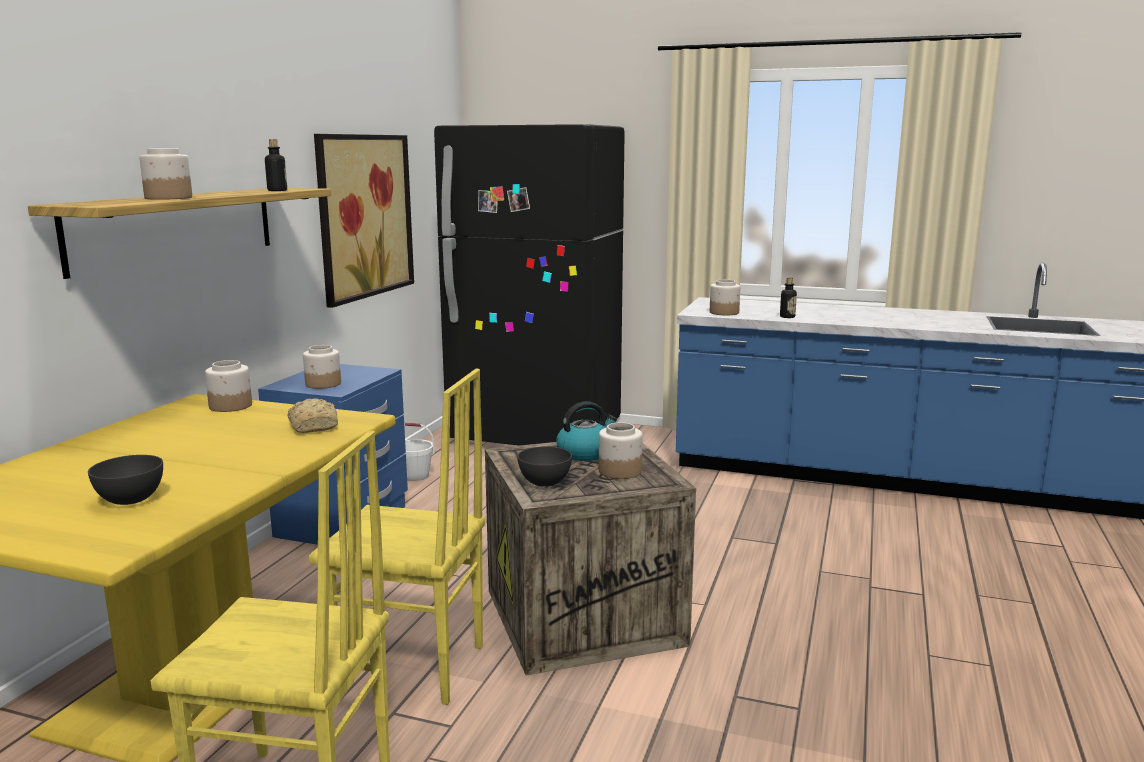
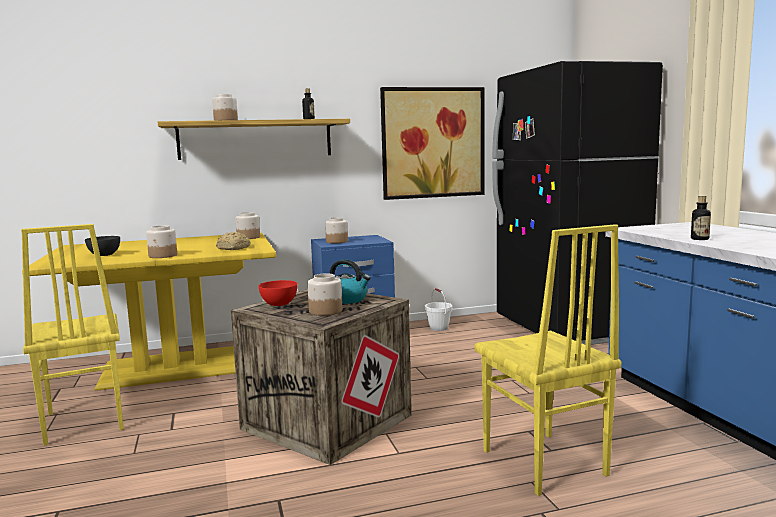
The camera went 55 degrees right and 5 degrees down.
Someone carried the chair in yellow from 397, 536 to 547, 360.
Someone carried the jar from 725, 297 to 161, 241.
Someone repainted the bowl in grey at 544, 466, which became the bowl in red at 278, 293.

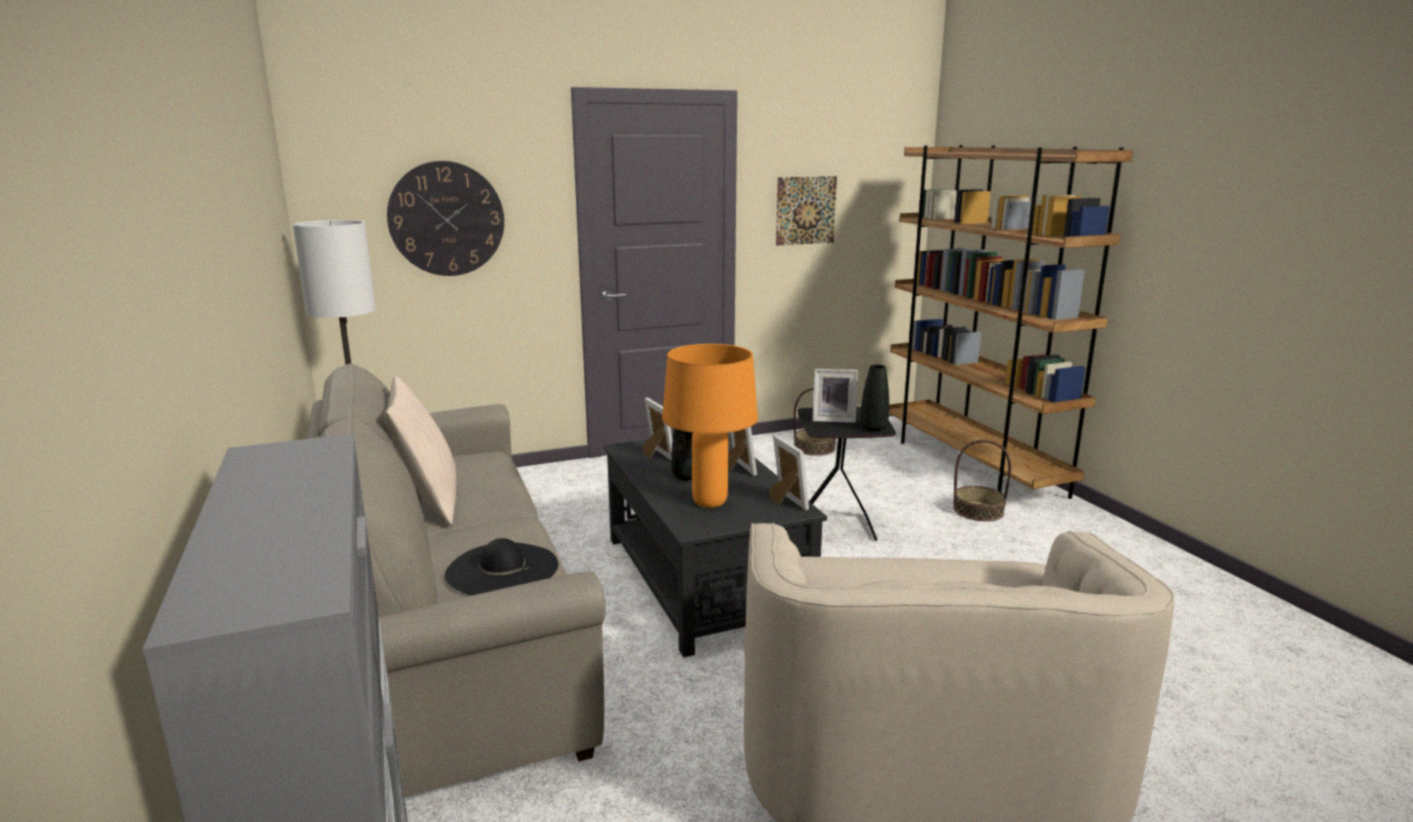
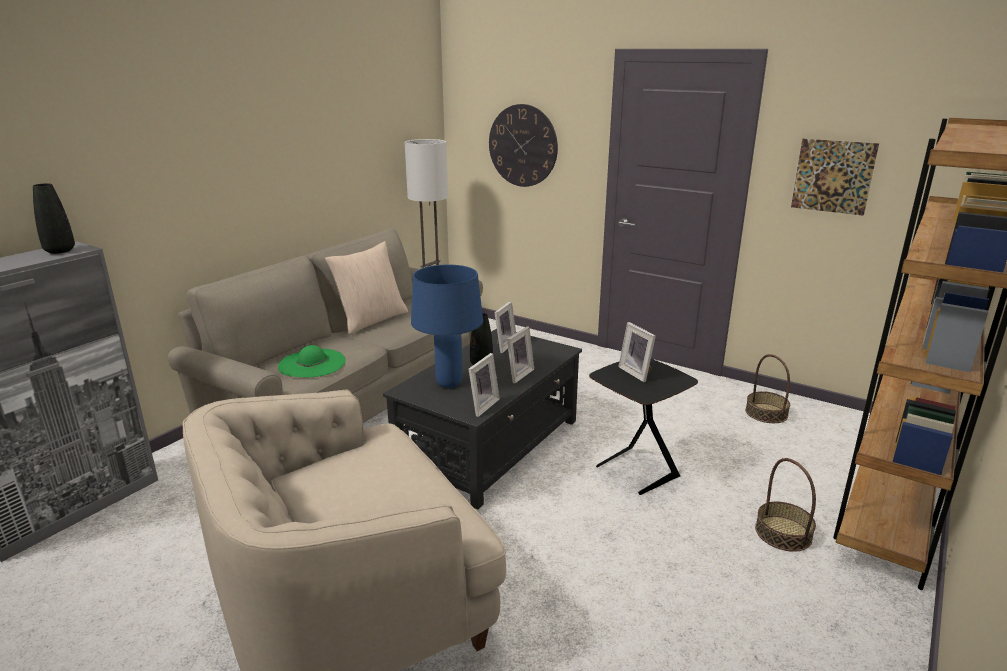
The camera went 55 degrees right and 5 degrees up.
Someone carried the vase in black from 874, 397 to 54, 218.
Someone repainted the hat in black at 501, 566, which became the hat in green at 312, 361.
Someone repainted the table lamp in orange at 710, 426, which became the table lamp in blue at 447, 326.

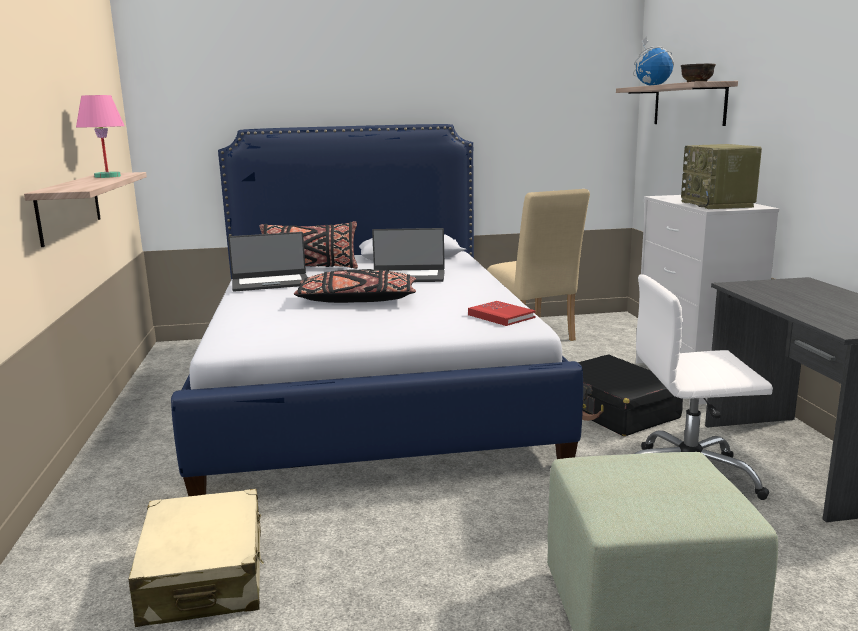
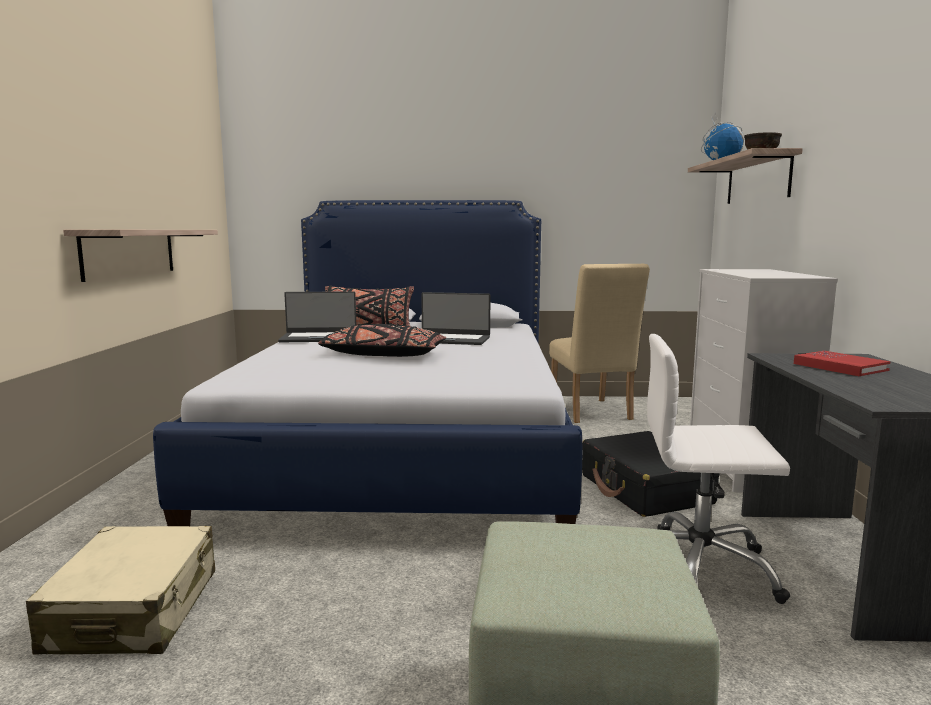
The camera went 10 degrees right and 5 degrees down.
Someone took away the table lamp in pink at 100, 136.
Someone took away the radio at 721, 176.
Someone carried the book in red from 502, 313 to 842, 363.

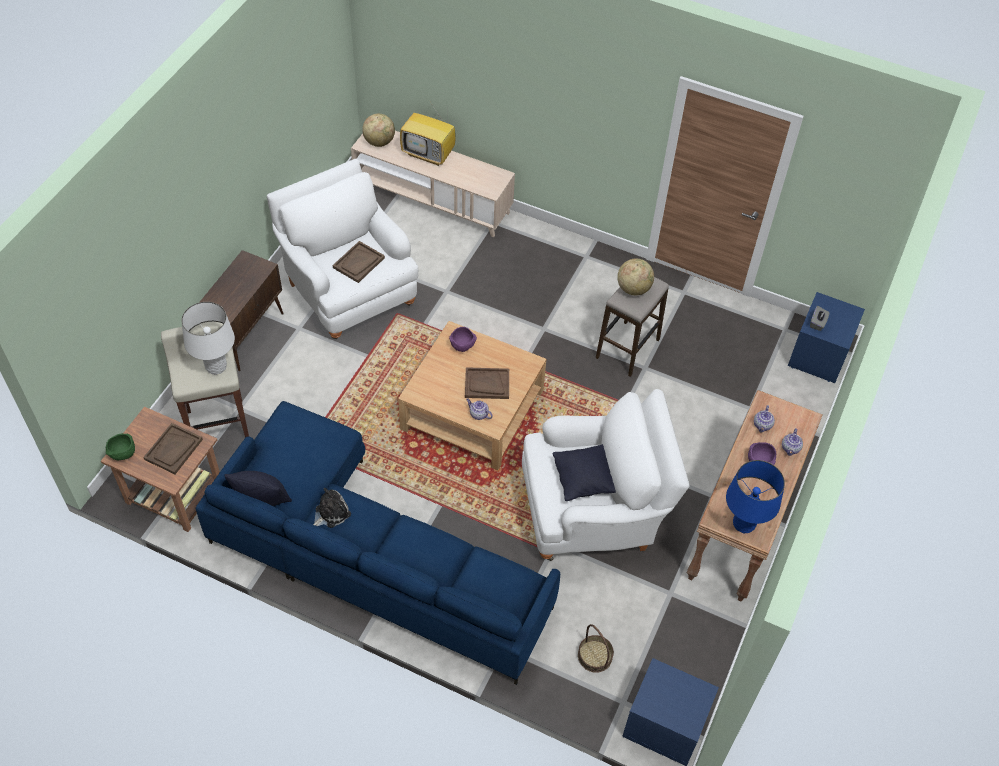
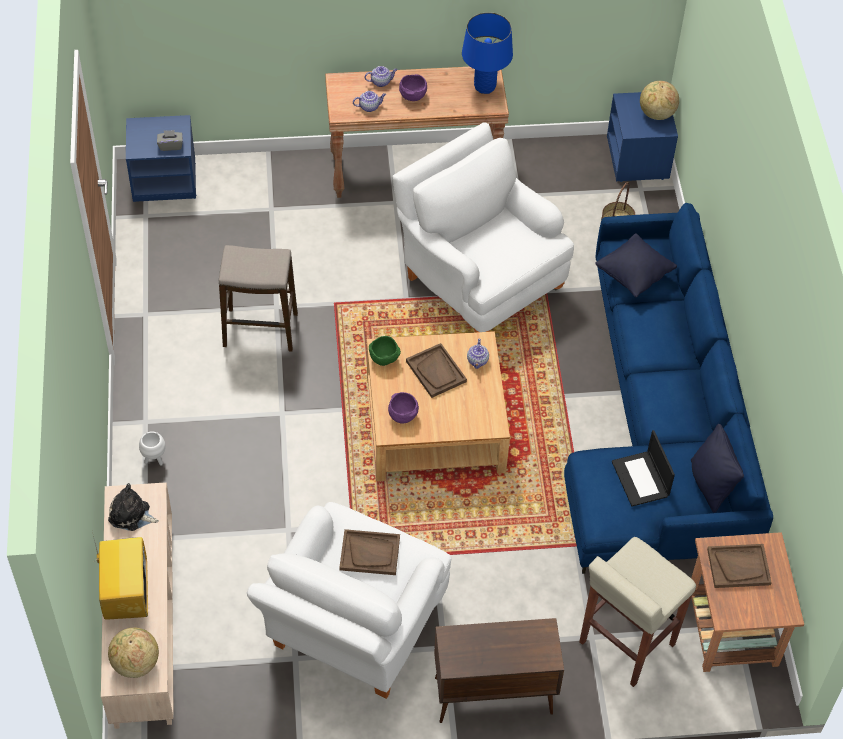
The camera went 120 degrees left and 0 degrees up.
Someone took away the table lamp in white at 208, 338.
Someone put down the planter in white at 152, 448.
Someone put down the laptop at 643, 468.
Someone carried the bowl in green from 120, 446 to 385, 351.
Someone carried the plush toy from 332, 508 to 133, 507.
Someone carried the pillow in black from 584, 472 to 636, 265.
Someone carried the globe from 635, 277 to 659, 100.

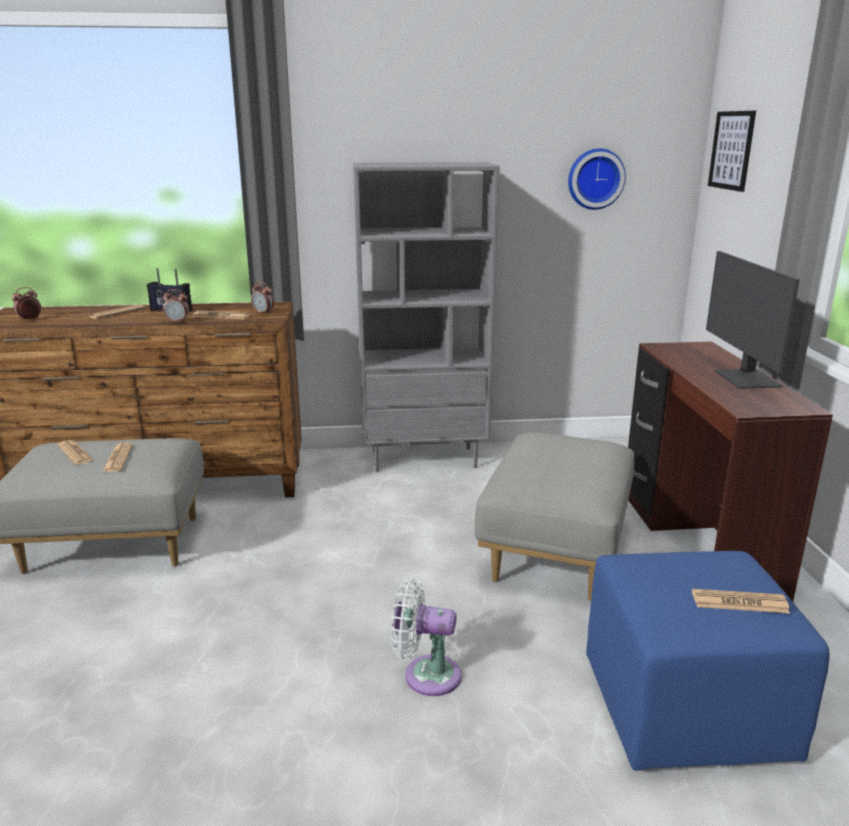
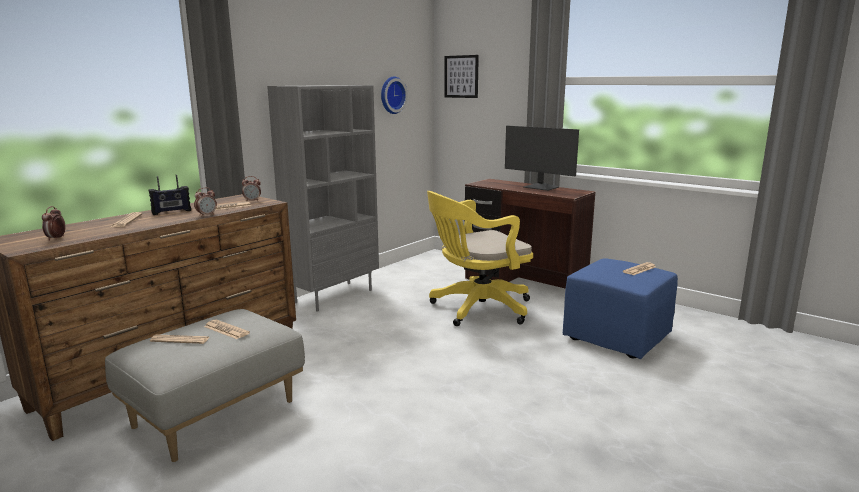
The camera went 45 degrees left and 5 degrees down.
Someone took away the fan in white at 426, 637.
Someone swapped the ottoman in grey at 554, 516 for the office chair in yellow at 480, 258.

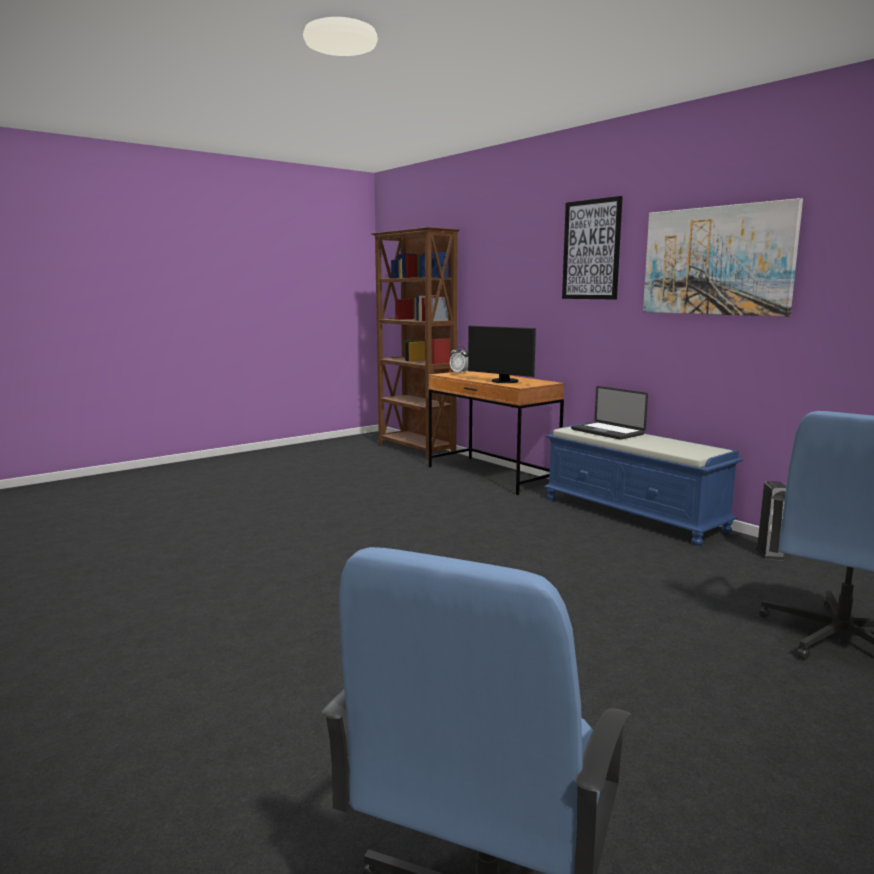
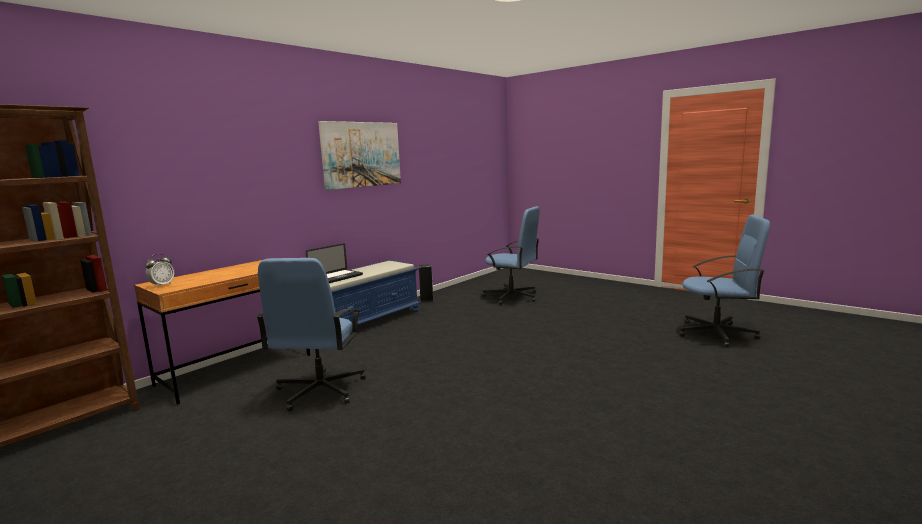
The camera went 100 degrees left and 0 degrees up.
Someone took away the monitor at 502, 354.
Someone took away the picture at 592, 248.
Someone put down the office chair in blue at 311, 334.

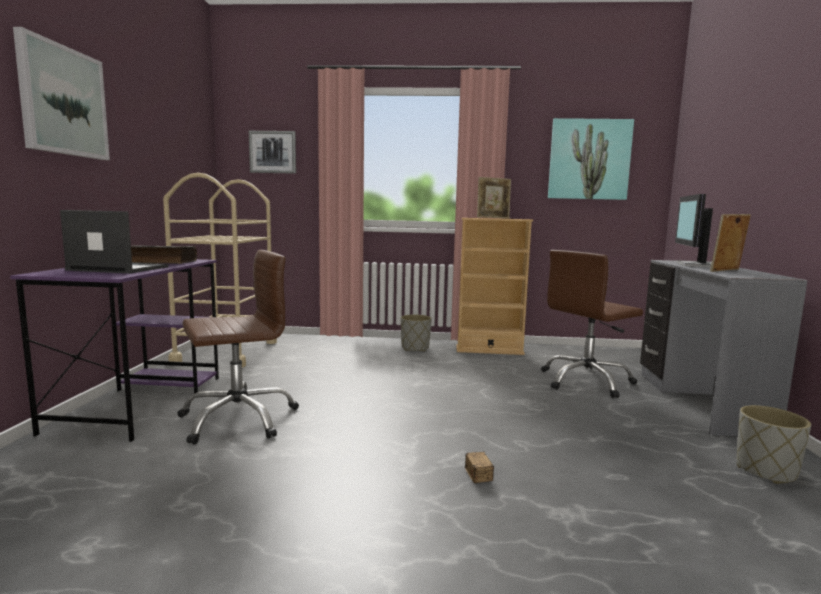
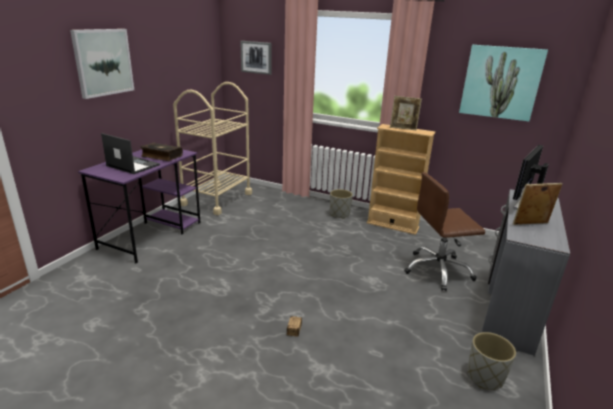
The camera went 20 degrees right and 15 degrees up.
Someone took away the office chair in brown at 238, 347.

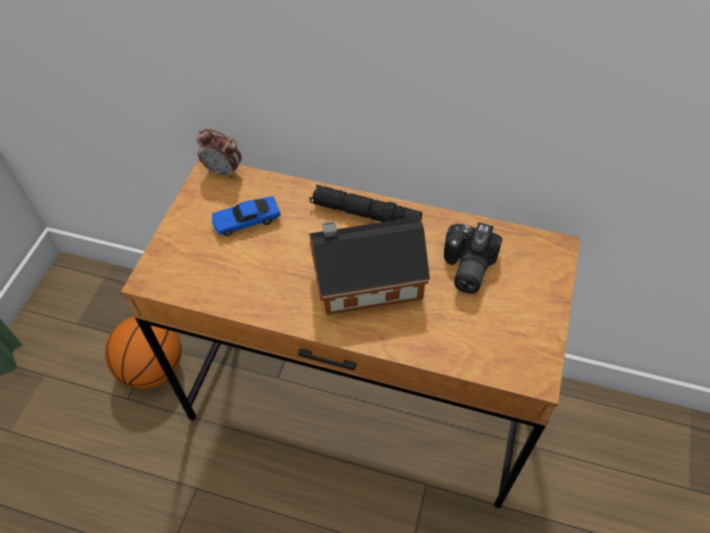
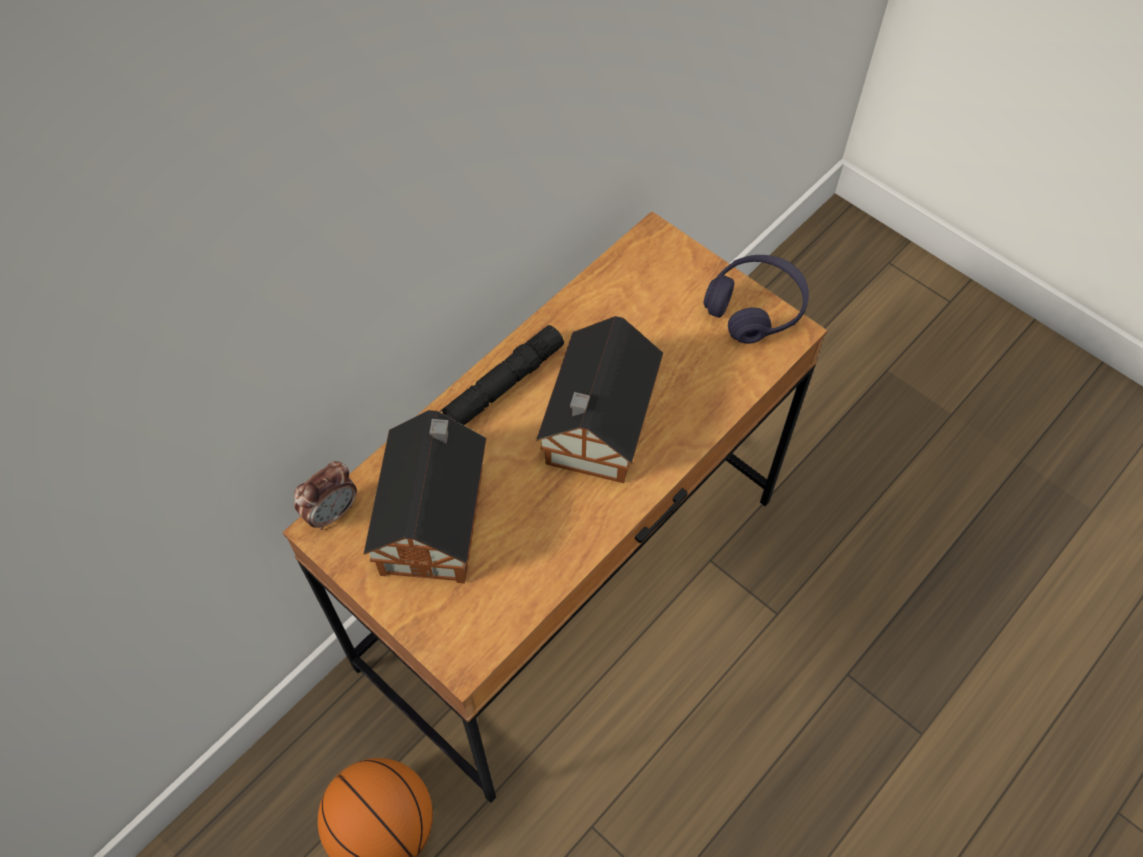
The camera went 65 degrees left and 5 degrees up.
Someone took away the photo camera at 473, 258.
Someone put down the headphones in purple at 756, 299.
Someone swapped the toy car at 246, 216 for the toy house at 425, 497.

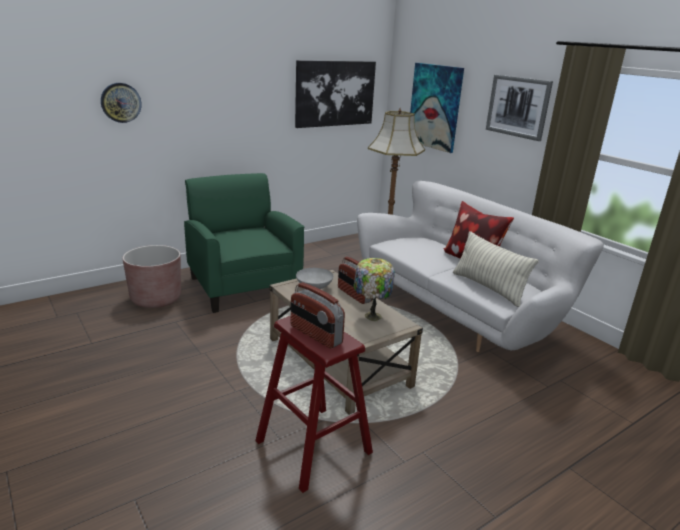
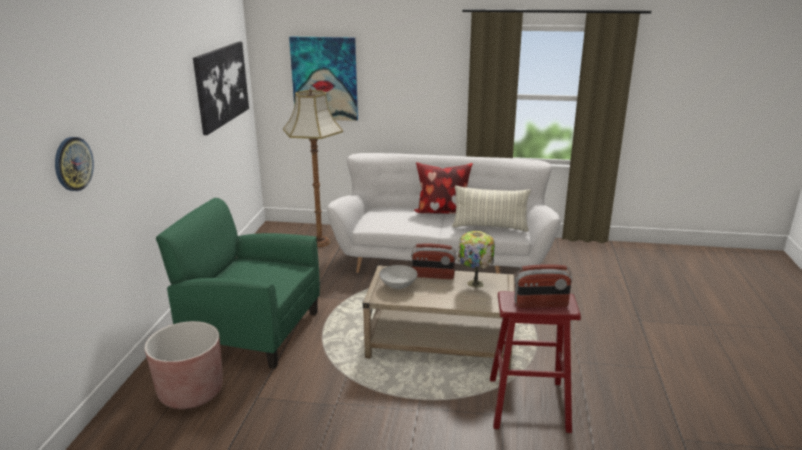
The camera went 45 degrees left and 0 degrees up.
Someone took away the picture at 519, 108.

